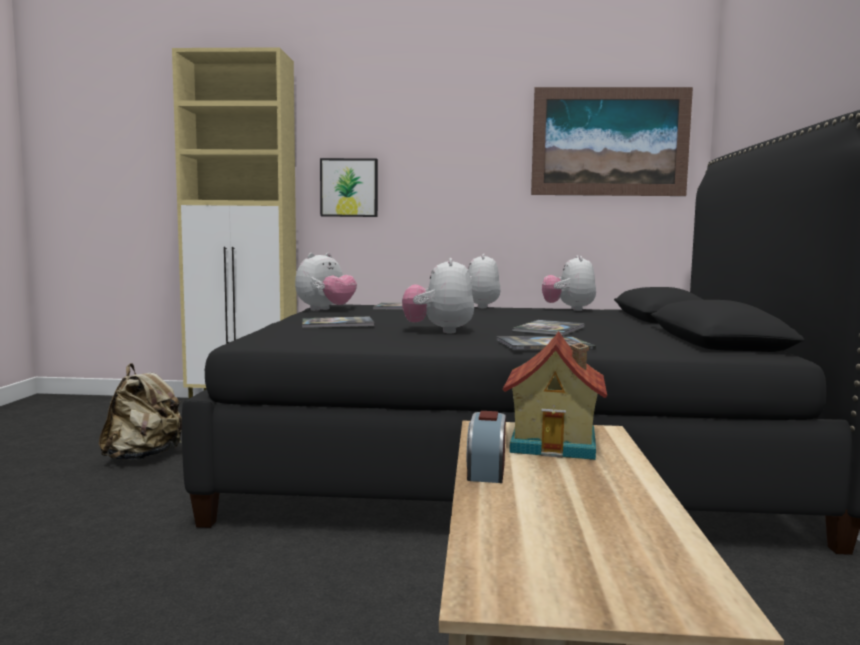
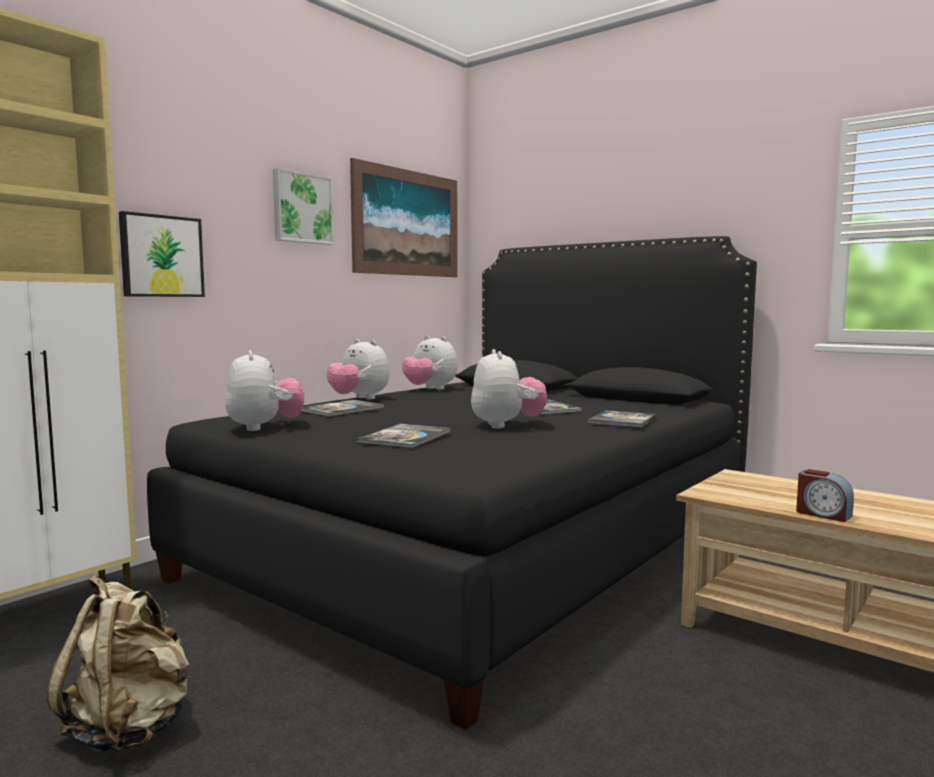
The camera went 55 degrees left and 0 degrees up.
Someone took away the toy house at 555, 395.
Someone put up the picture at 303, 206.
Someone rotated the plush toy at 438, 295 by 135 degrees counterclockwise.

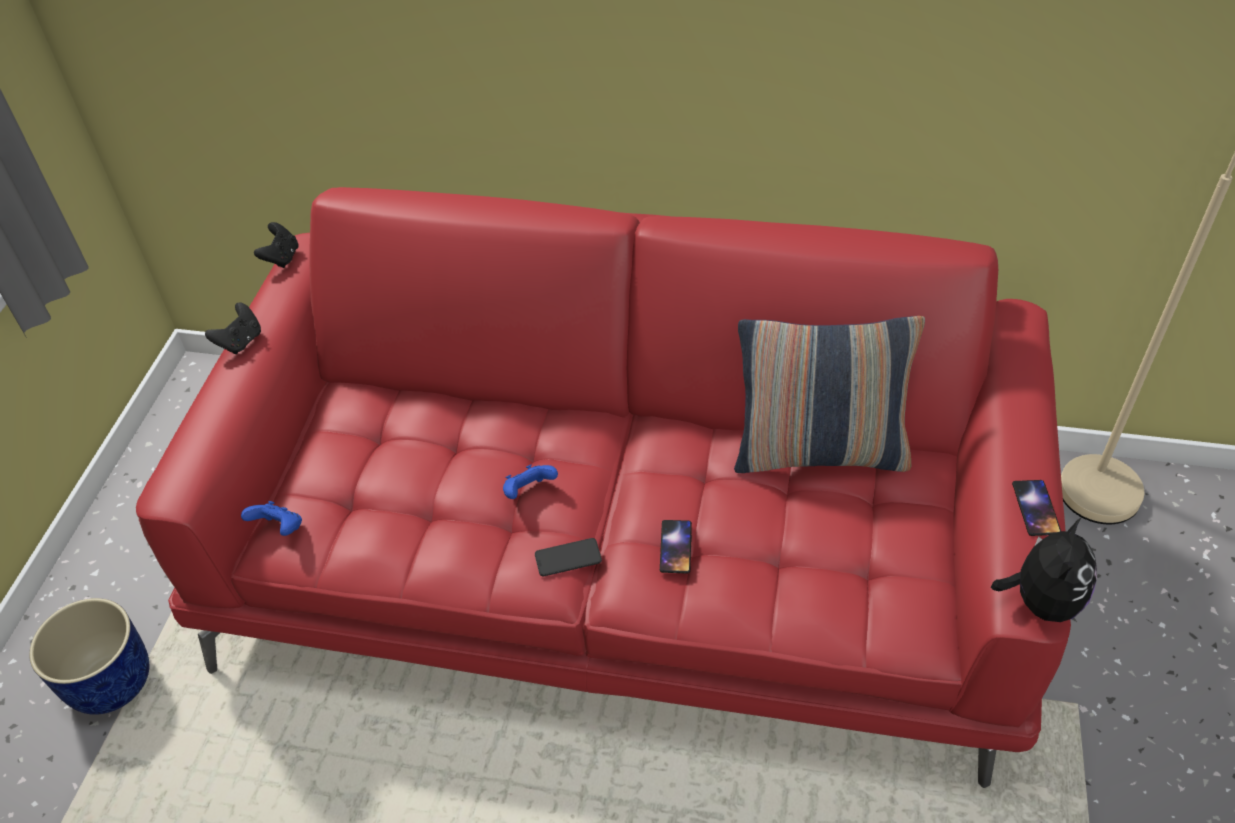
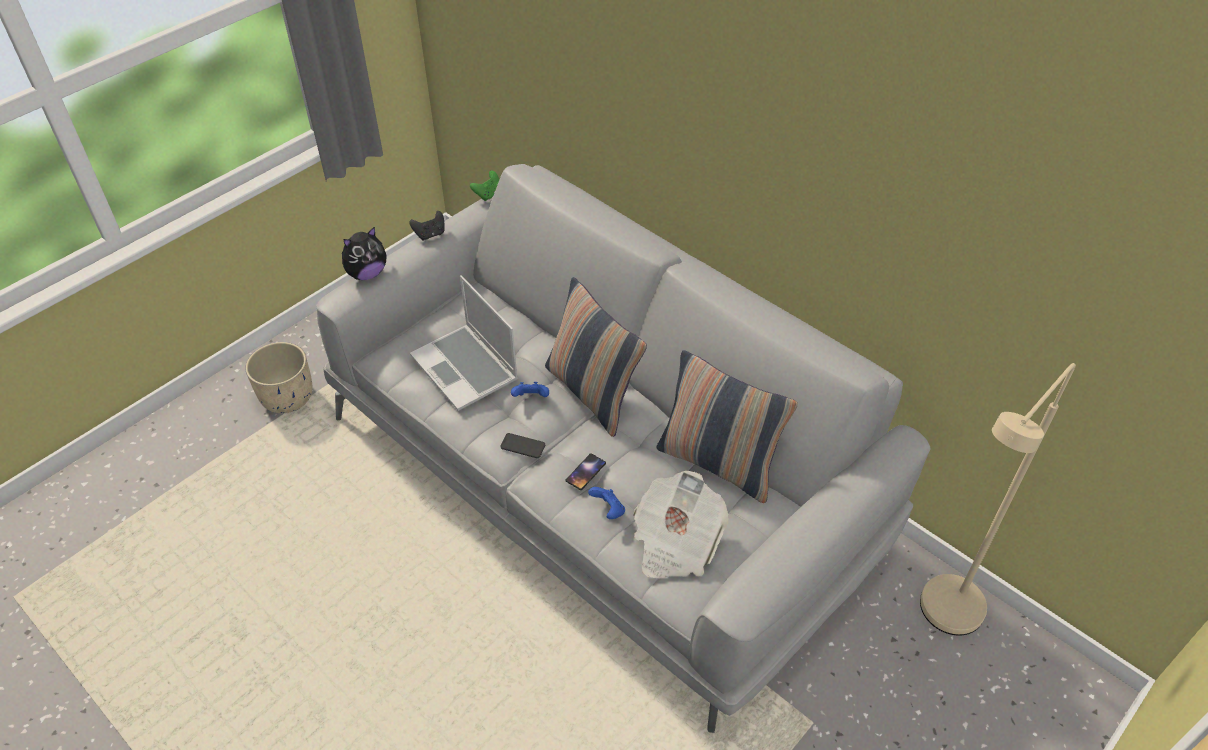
The camera went 30 degrees right and 0 degrees up.
Someone took away the phone at 1036, 508.
Someone put down the laptop at 464, 343.
Someone put down the pillow at 596, 357.
Someone put down the newspaper at 681, 524.
Someone carried the game controller in blue from 271, 518 to 606, 503.
Someone carried the plush toy from 1044, 569 to 364, 253.
Someone repainted the planter in blue at 89, 656, which became the planter in beige at 278, 377.
Someone repainted the sofa in red at 603, 487, which became the sofa in grey at 623, 448.
Someone repainted the game controller in black at 276, 245, which became the game controller in green at 485, 185.

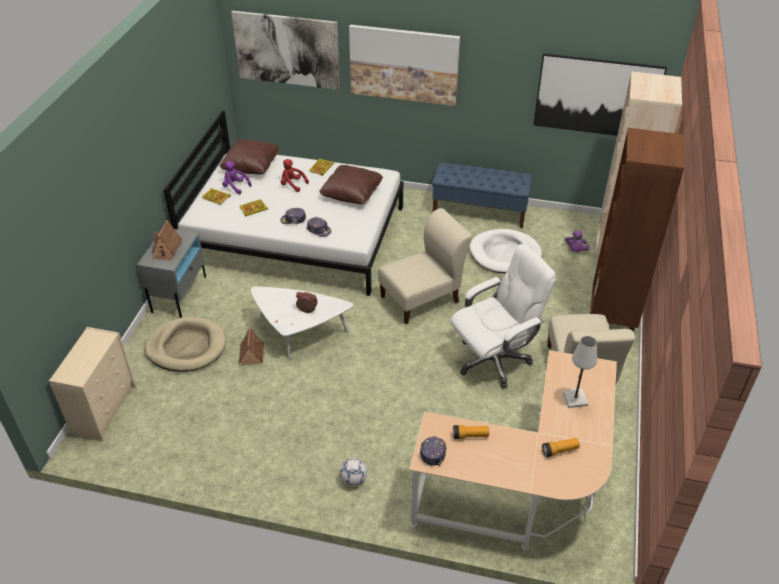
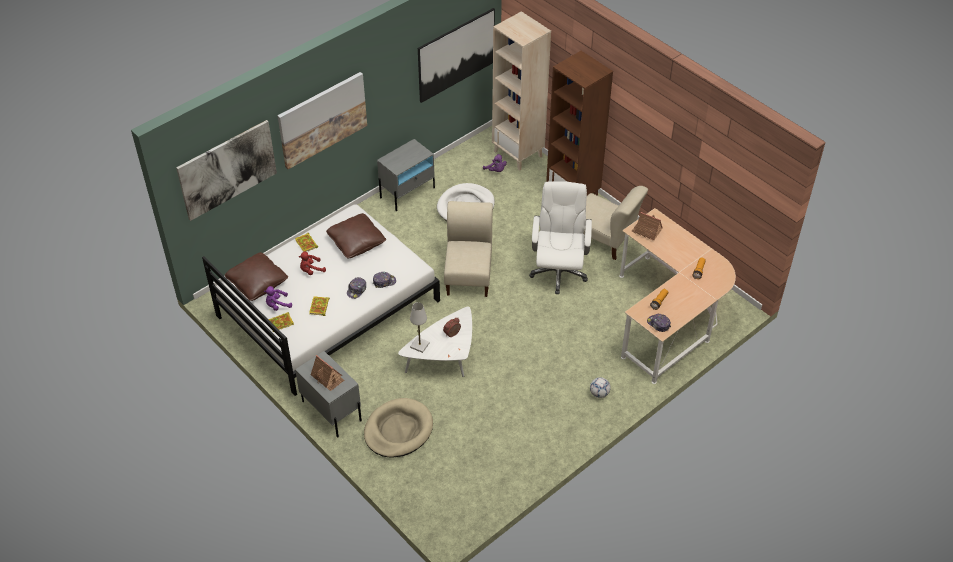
The camera went 55 degrees left and 5 degrees up.
Someone took away the dresser in beige at 92, 384.
Someone carried the toy house from 252, 346 to 646, 226.
Someone carried the table lamp in white from 580, 372 to 420, 327.
Someone swapped the bench in blue at 482, 195 for the nightstand in grey at 406, 175.

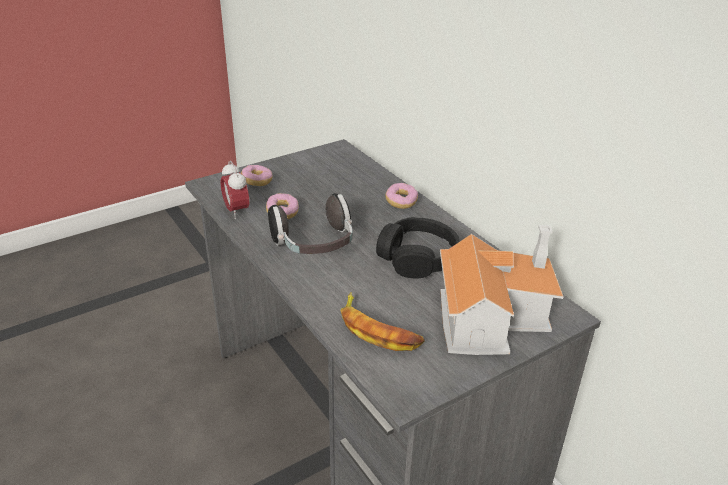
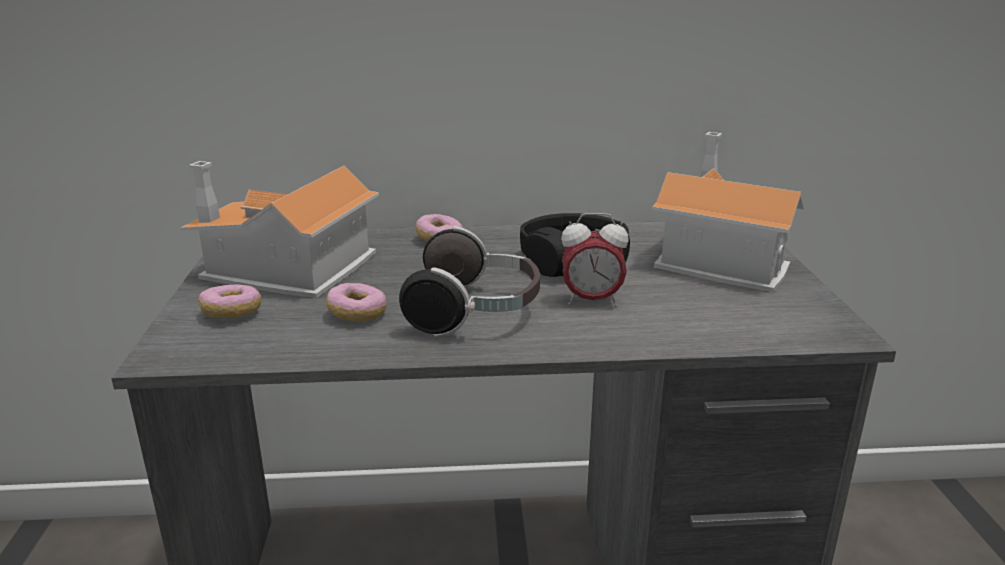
The camera went 60 degrees left and 10 degrees down.
Someone took away the banana at 382, 321.
Someone put down the toy house at 279, 229.
Someone carried the alarm clock from 234, 190 to 595, 259.

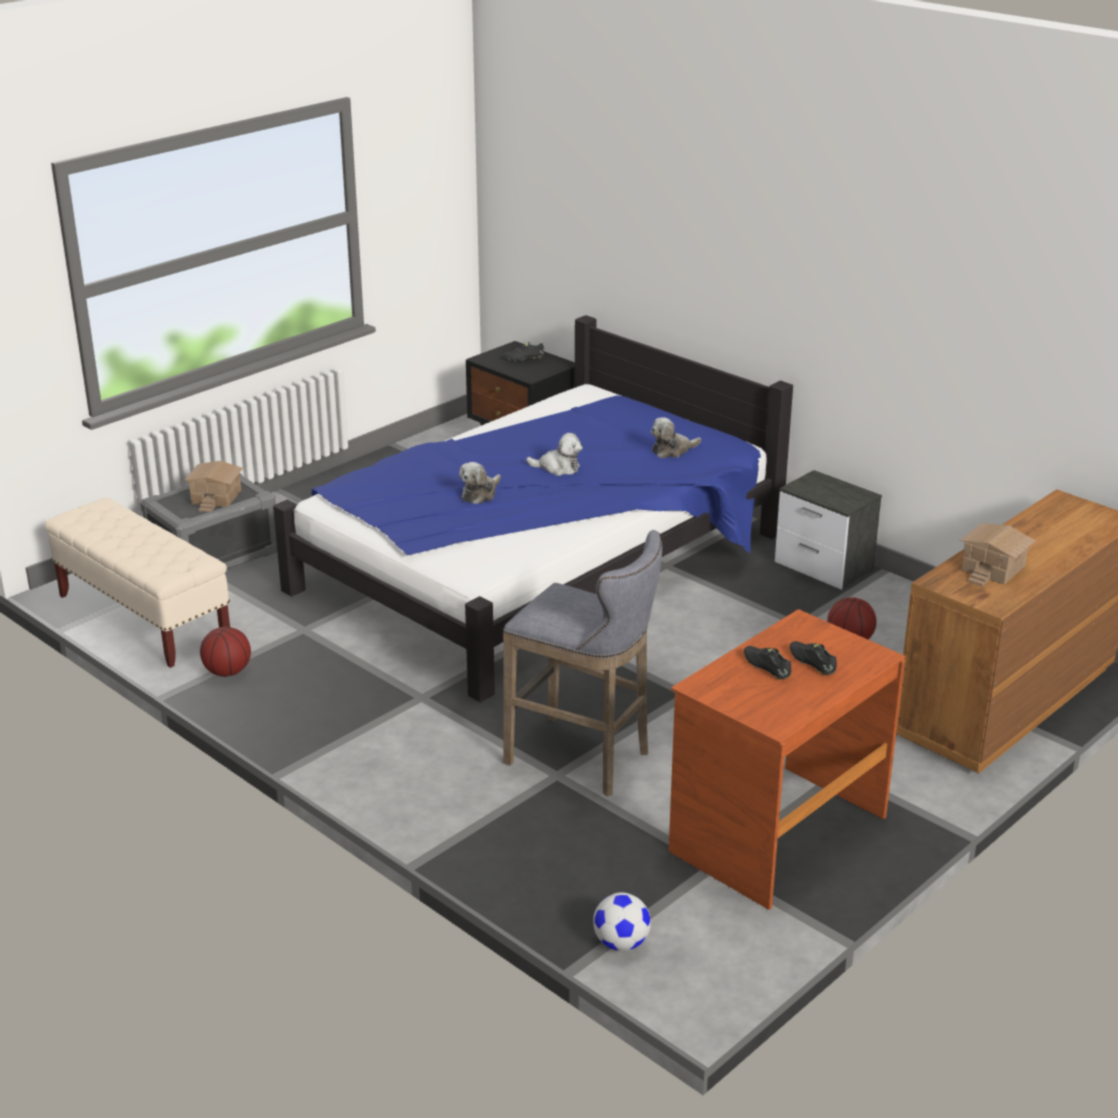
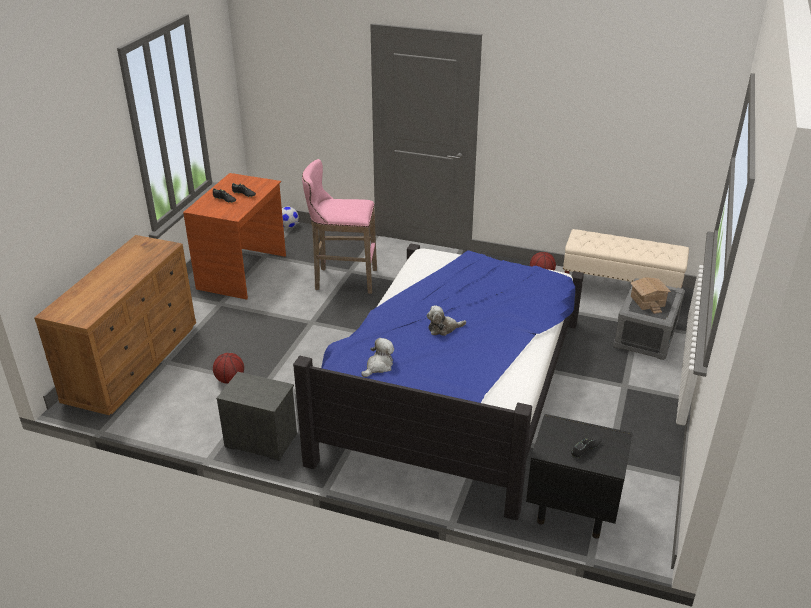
The camera went 155 degrees right and 5 degrees up.
Someone took away the plush toy at 480, 483.
Someone took away the toy house at 997, 554.
Someone repainted the stool in grey at 582, 663, which became the stool in pink at 339, 226.

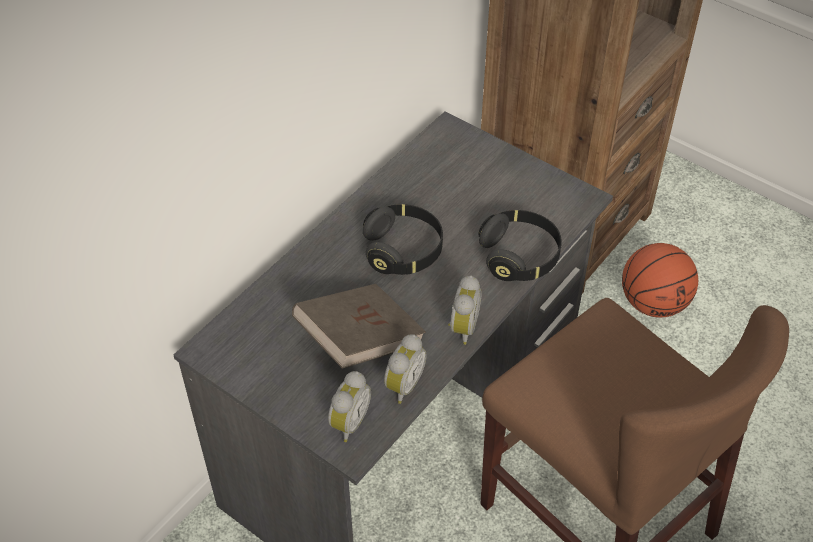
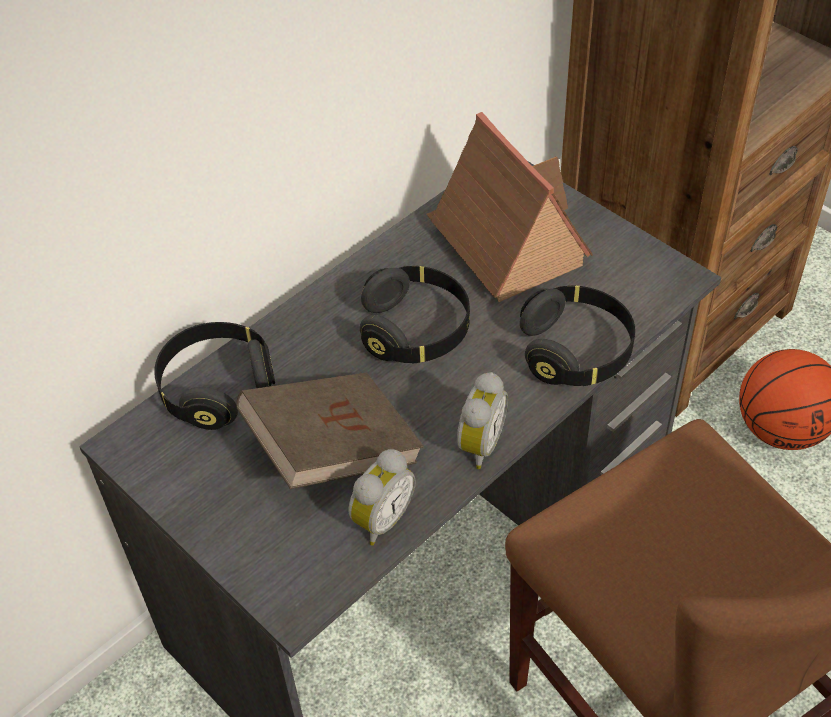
The camera went 10 degrees right and 0 degrees up.
Someone took away the alarm clock at 349, 406.
Someone put down the headphones in black at 215, 376.
Someone put down the toy house at 509, 207.

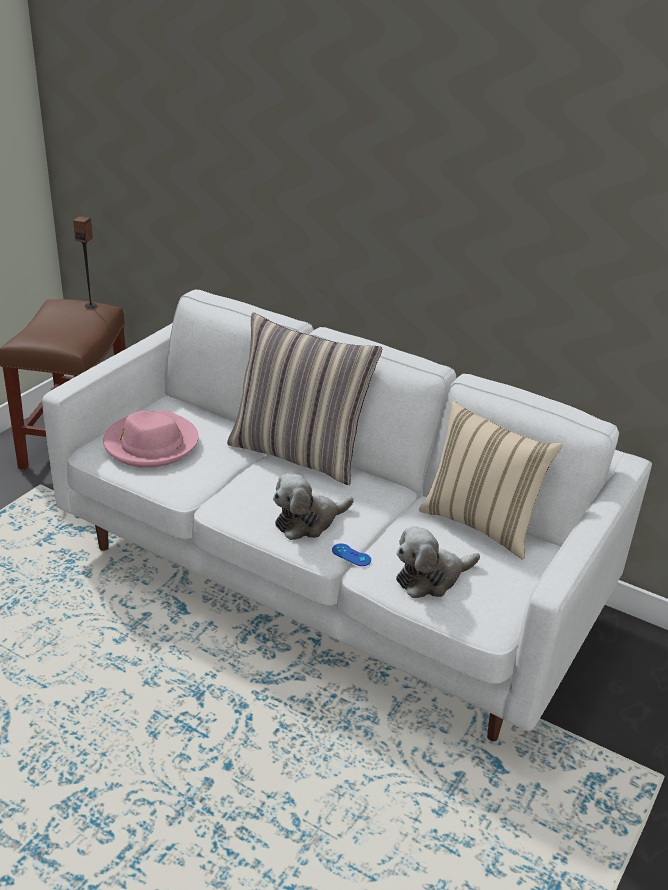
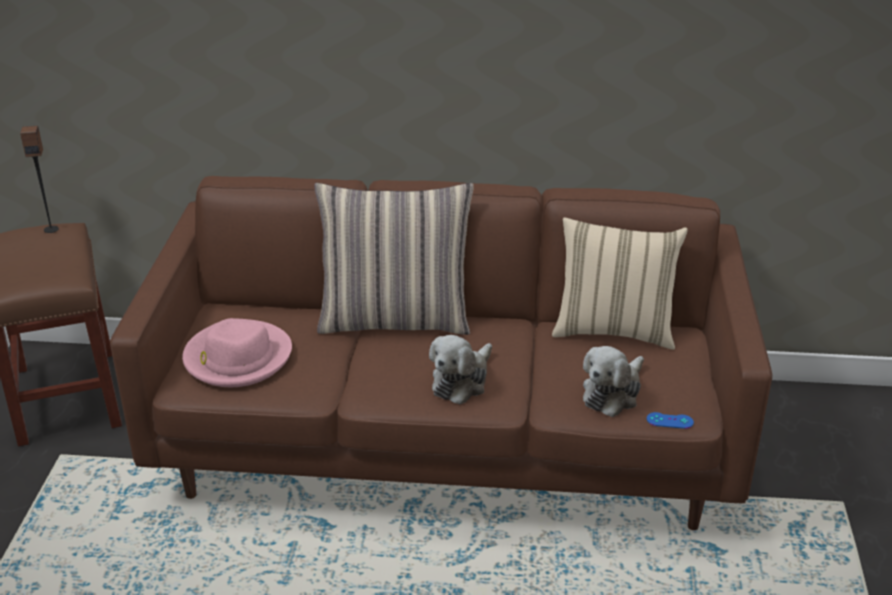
The camera went 25 degrees left and 0 degrees up.
Someone carried the game controller in blue from 351, 554 to 670, 420.
Someone repainted the sofa in white at 347, 515, which became the sofa in brown at 441, 353.

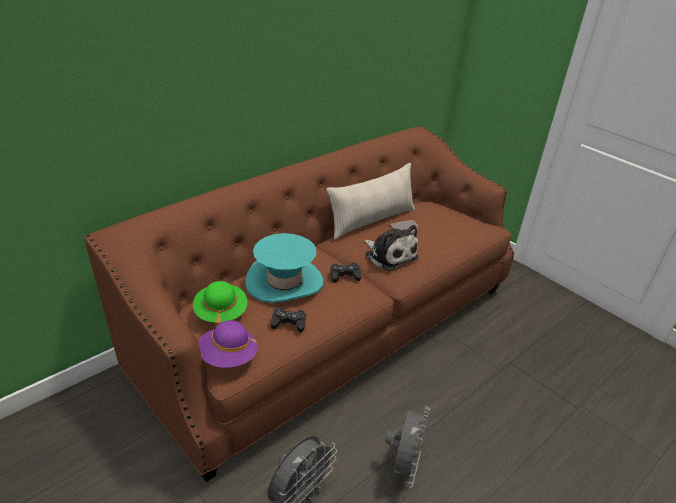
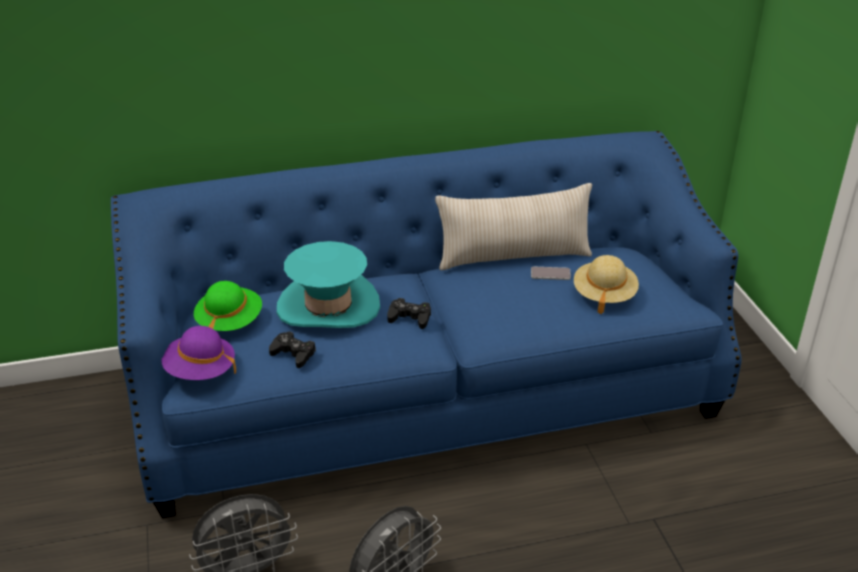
The camera went 30 degrees right and 0 degrees up.
Someone took away the plush toy at 391, 248.
Someone put down the hat in beige at 606, 284.
Someone repainted the sofa in brown at 299, 304, which became the sofa in blue at 426, 324.

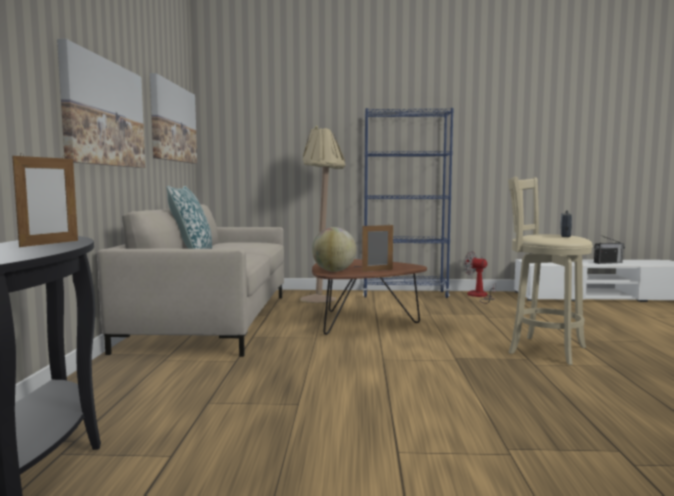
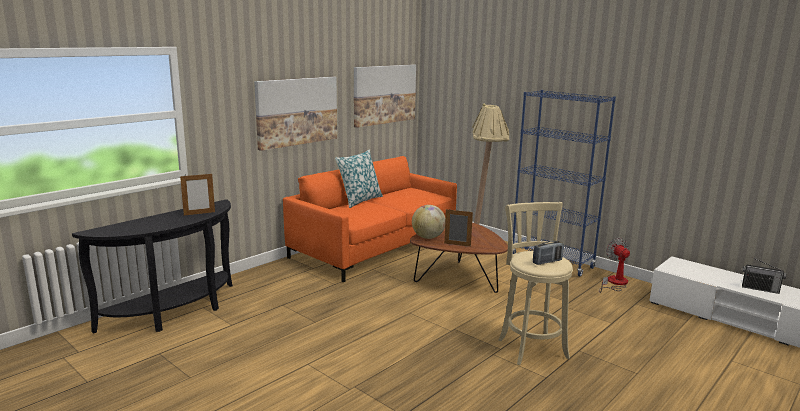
The camera went 40 degrees right and 10 degrees up.
Someone repainted the sofa in beige at 190, 280, which became the sofa in orange at 370, 219.

